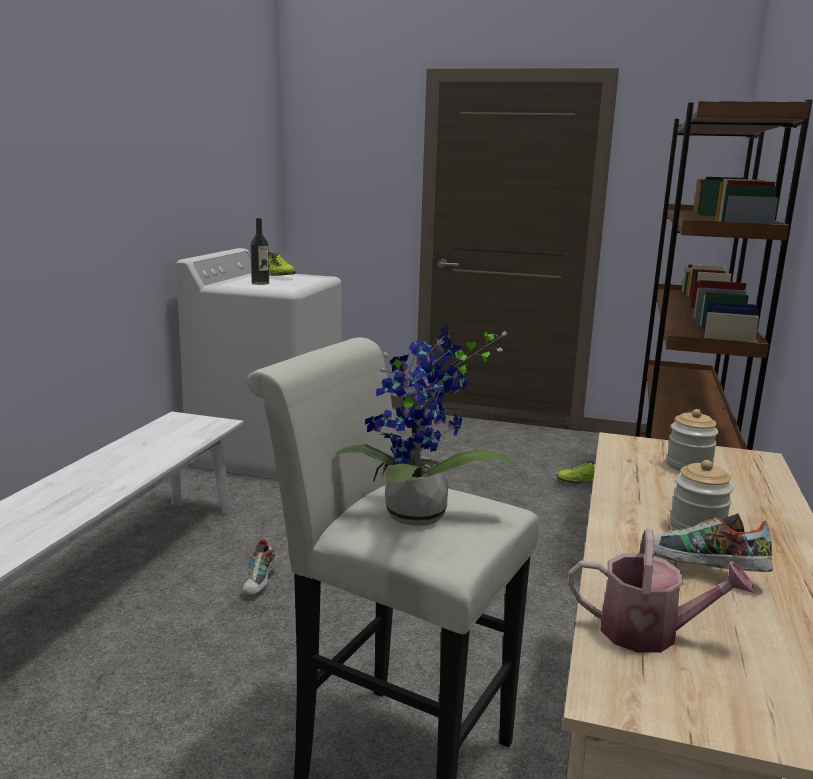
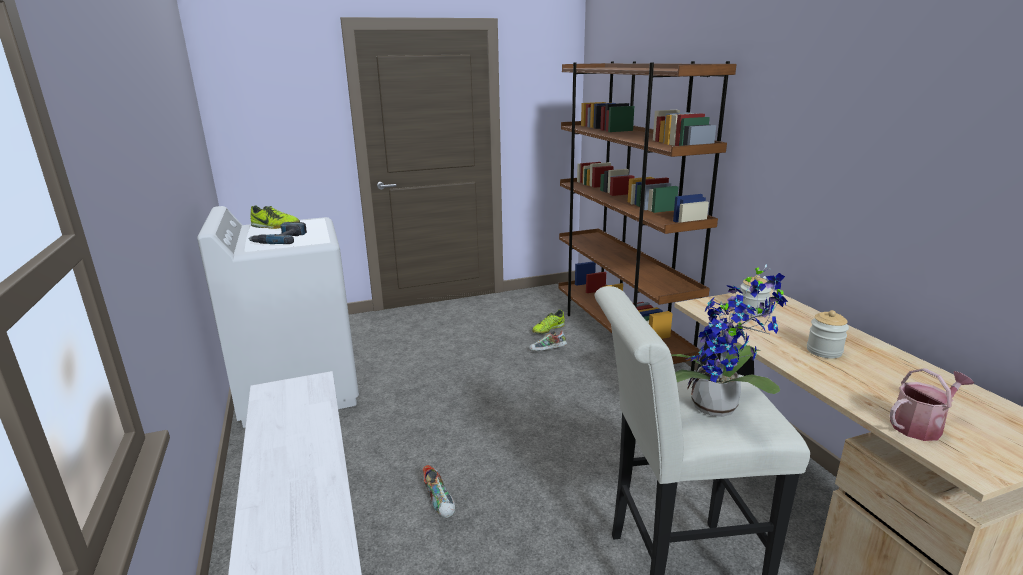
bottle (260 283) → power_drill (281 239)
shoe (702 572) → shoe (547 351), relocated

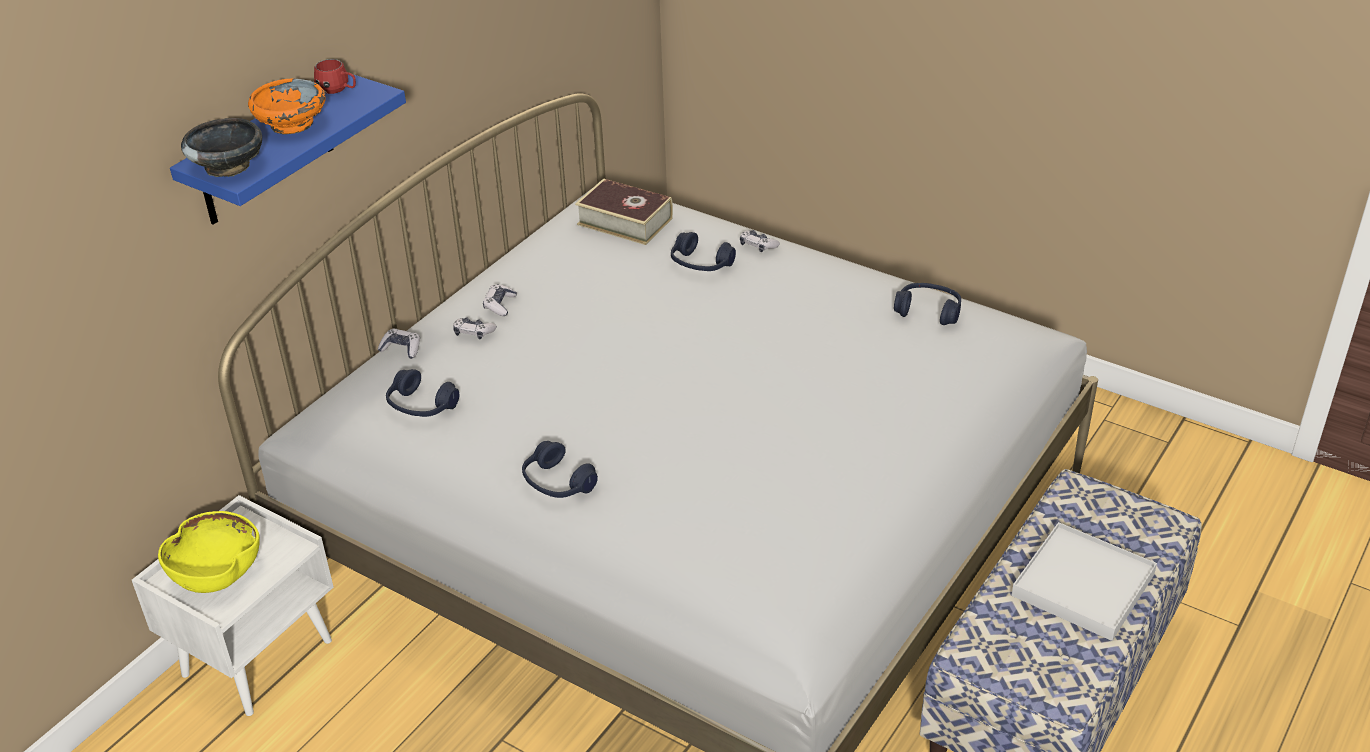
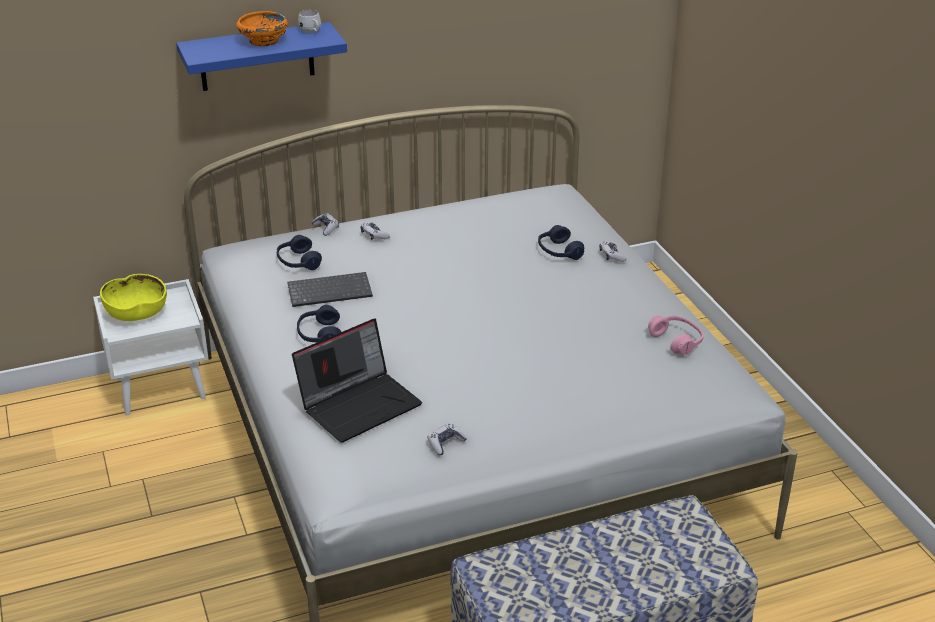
red_mug (338 91) → white_mug (312 32)
black_bowl (228 166) → -
book (625 221) → -
blue_headphones (928 311) → pink_headphones (676 341)
game_controller (500 305) → game_controller (445 443), relocated
white_tray (1083 585) → -
- → keyboard (330 290)
- → laptop (360 404)

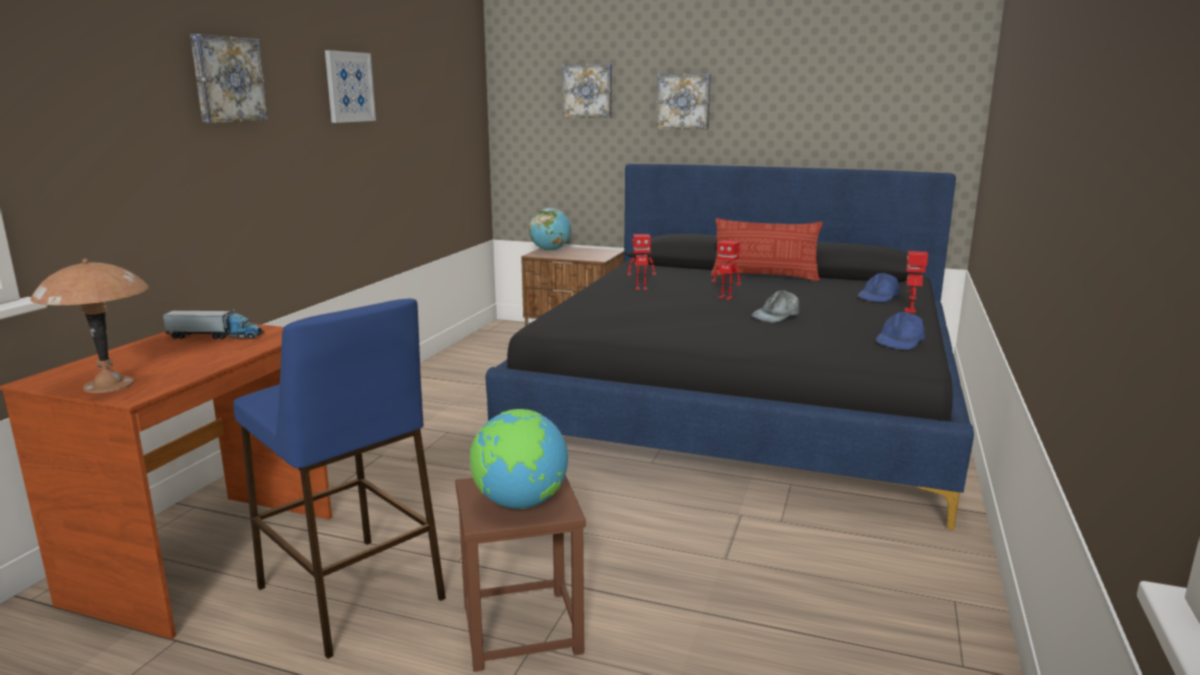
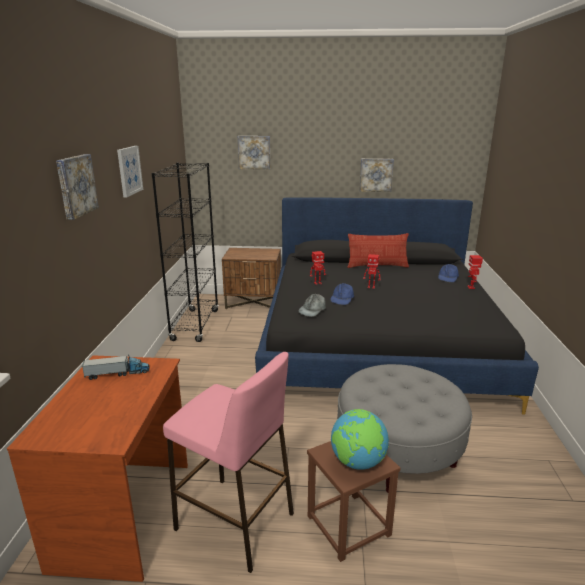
picture (684 101) → picture (376 175), relocated
globe (550 250) → -
brown_table_lamp (109 384) → -
grey_cap (776 315) → grey_cap (312 310), relocated
blue_stool (351 594) → pink_stool (235 522)
blue_cap (900 340) → blue_cap (342 298), relocated
- → black_bookcase (195 325)
- → grey_ottoman (398 452)

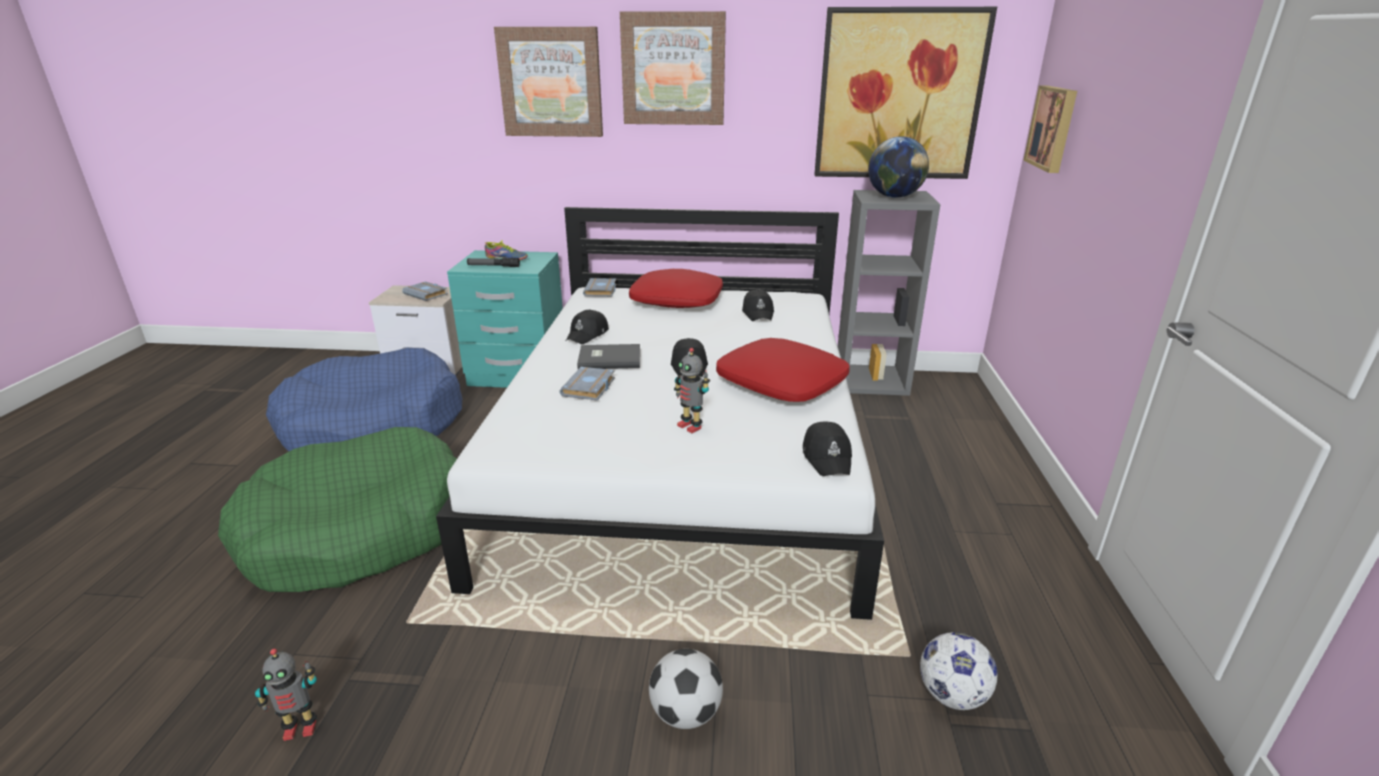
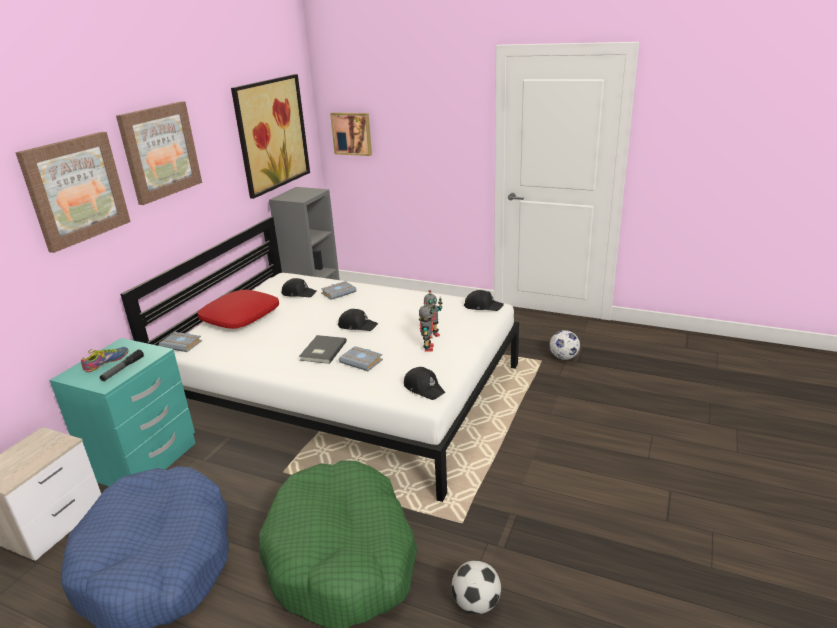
globe (894 197) → -
grey_book (427 294) → grey_book (338 292), relocated
black_cap (588 334) → black_cap (424 388), relocated
red_pillow (780 383) → -
toy_robot (300 728) → toy_robot (427 348), relocated
football (685 713) → football (476 603), relocated

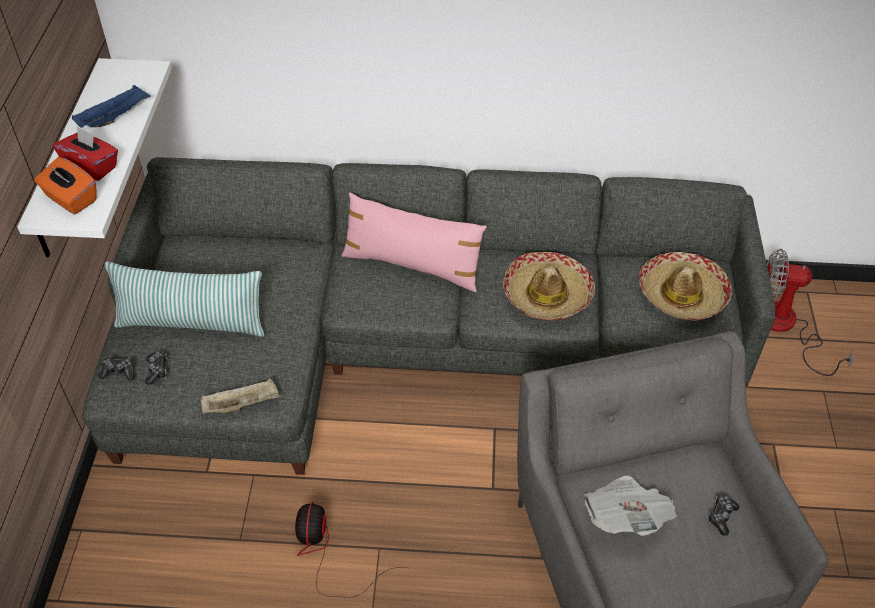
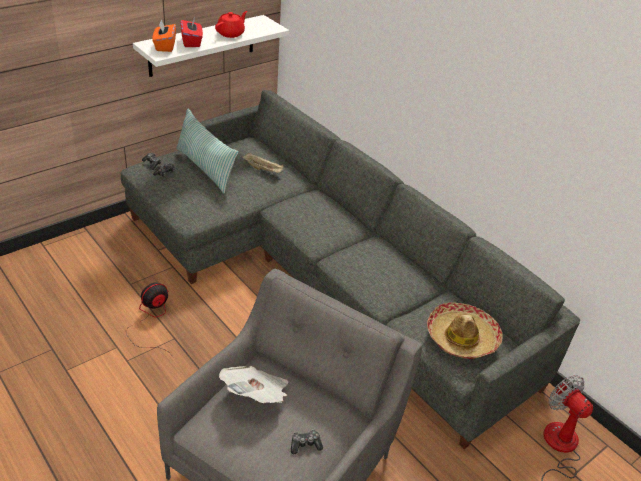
blue_tray (115 117) → red_teapot (231 33)
pink_pillow (412 265) → -
hat (547 294) → -
beige_tray (242 404) → beige_tray (263 169), relocated

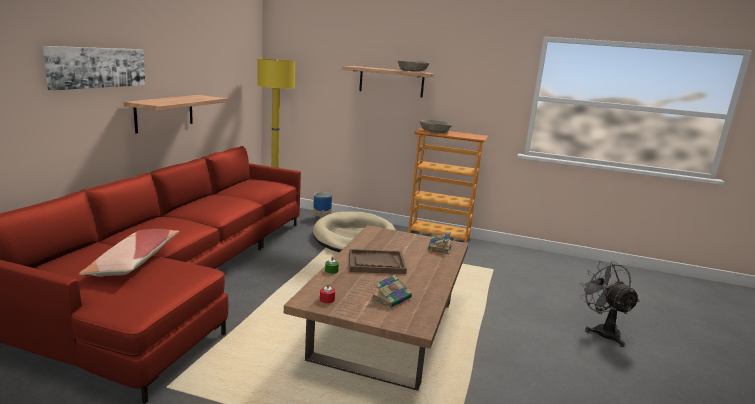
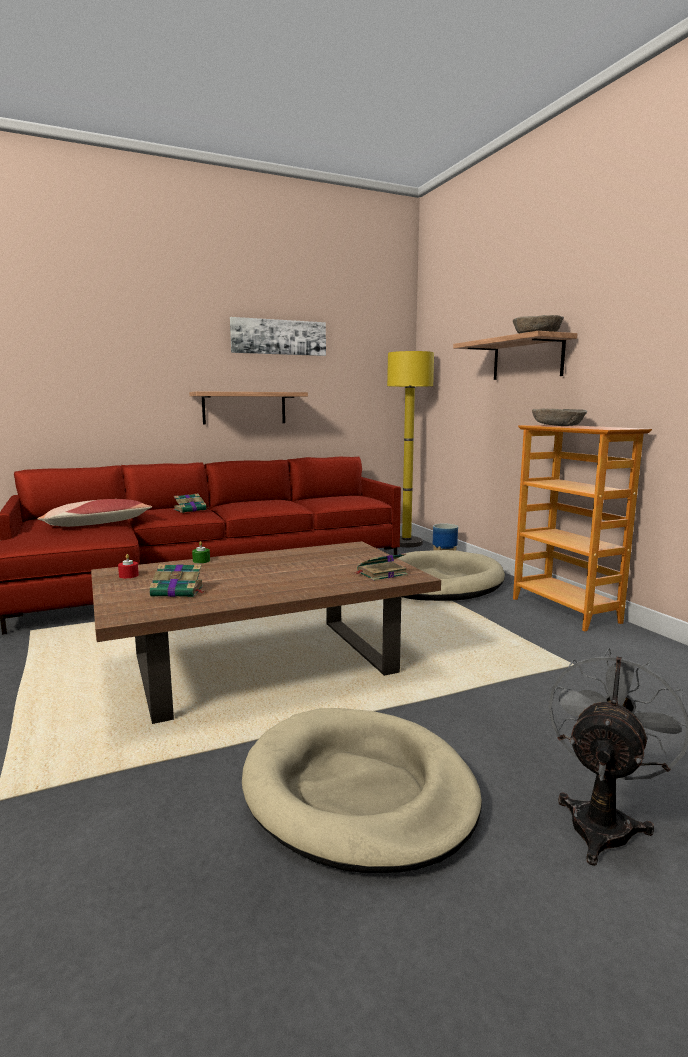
picture (97 67) → picture (278 337), relocated
brown_tray (376 263) → -
- → book (191 510)
- → beige_dog_bed (358 792)

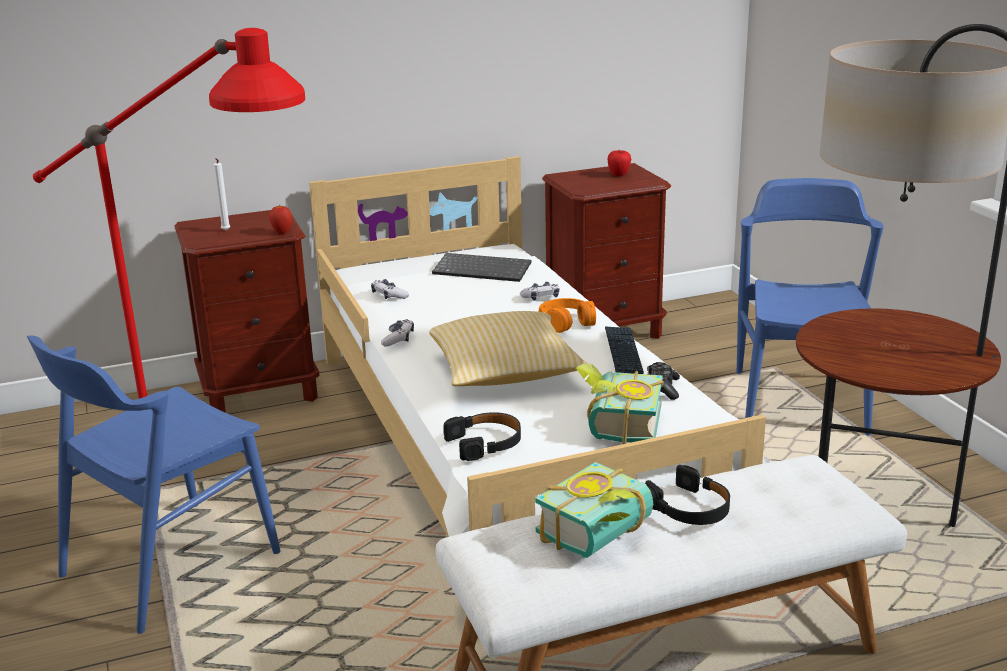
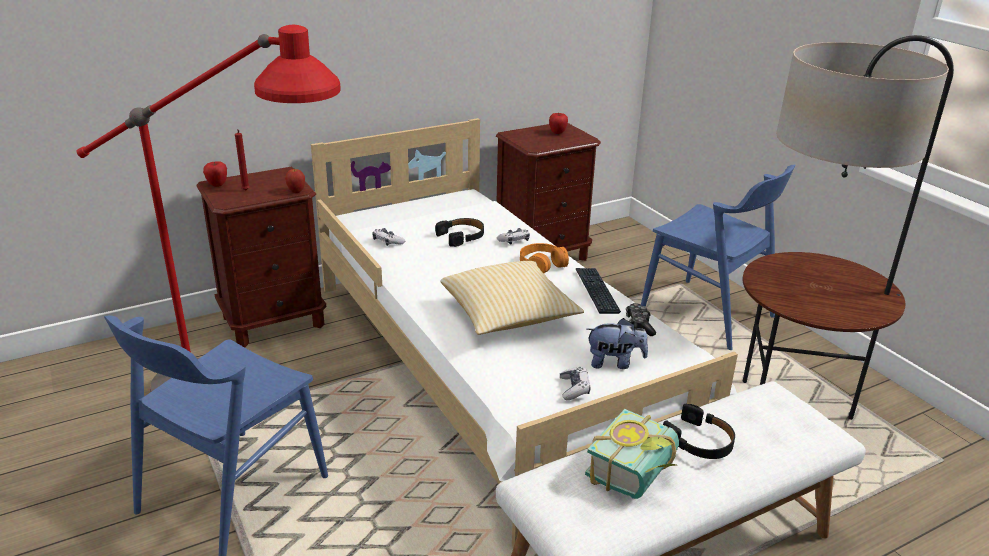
white_candle (225 231) → red_candle (245 191)
blue_chair (799 402) → blue_chair (707 314), 135 degrees clockwise
keyboard (483 269) → -
game_controller (398 339) → game_controller (574 388), relocated
book (616 425) → plush_toy (614 363)
black_headphones (485 443) → black_headphones (461 236), relocated
- → apple (217 185)

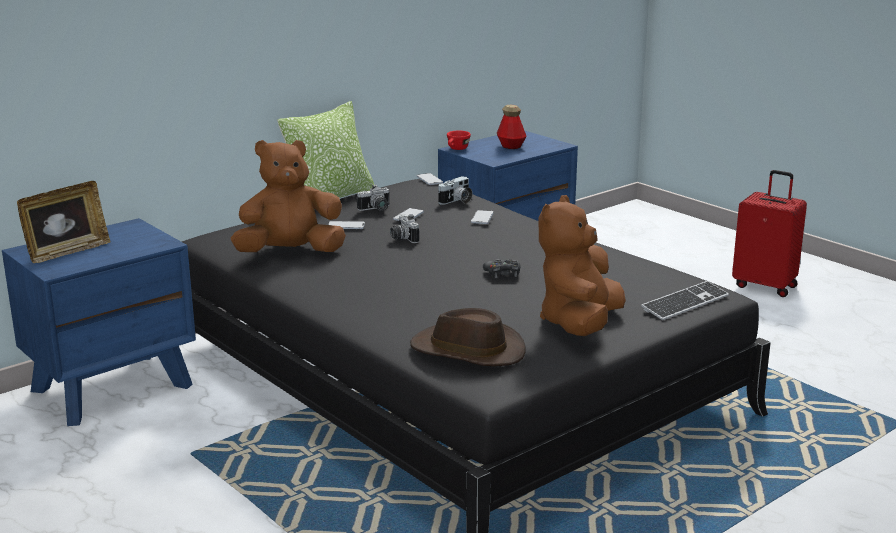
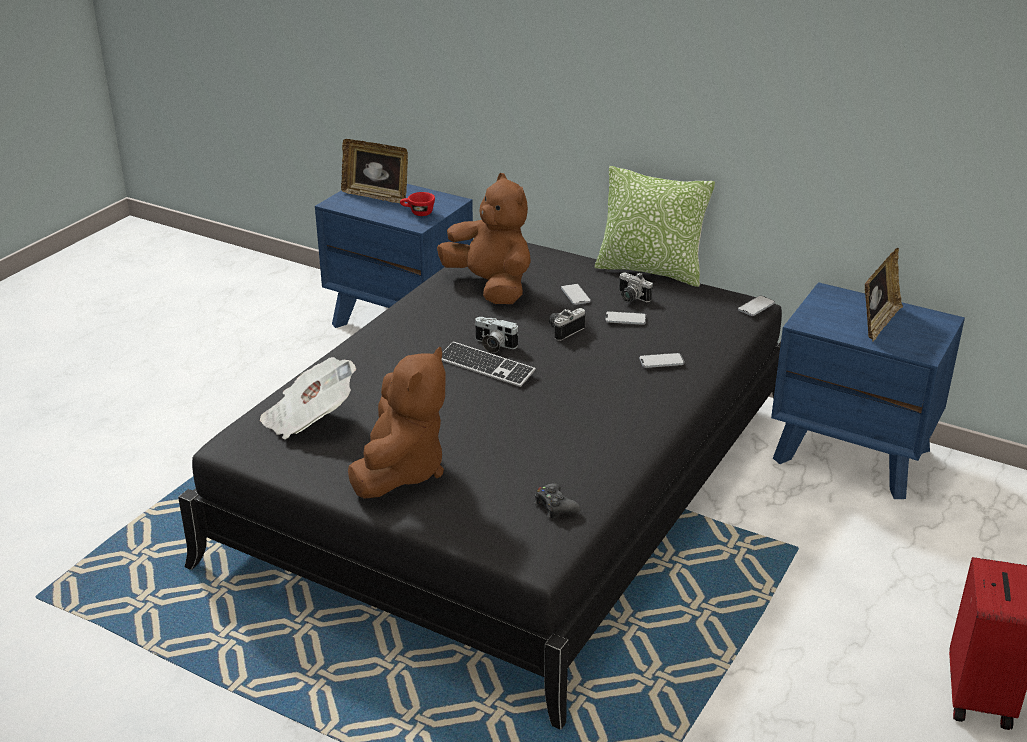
bottle (511 146) → picture_frame (877 323)
red_cup (457 149) → red_cup (417 213), relocated
photo_camera (457 201) → photo_camera (493 345), relocated
brown_plush_toy (579 324) → brown_plush_toy (401 470), 105 degrees clockwise
black_game_controller (503 273) → black_game_controller (555 506), relocated
keyboard (685 303) → keyboard (486 366), relocated
brown_hat (468 351) → newspaper (309 419)

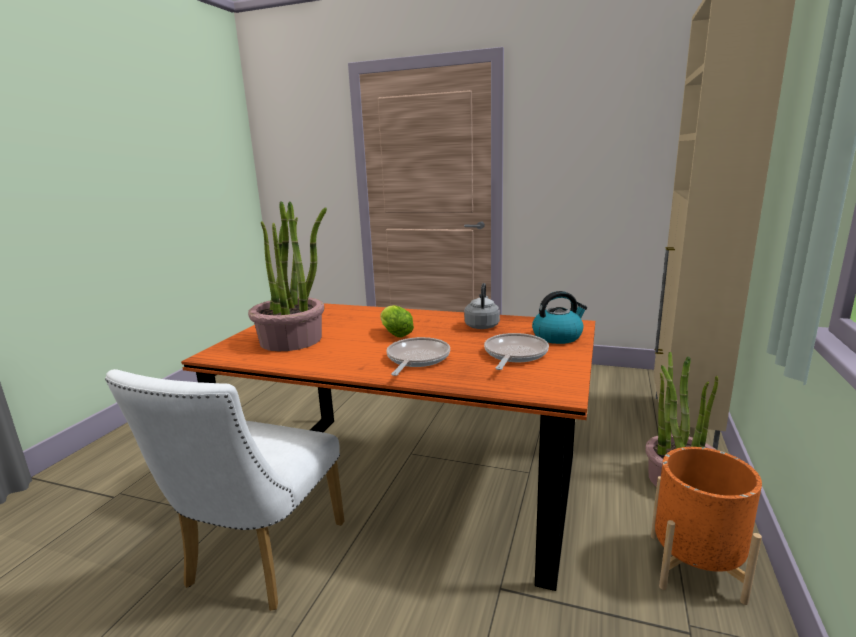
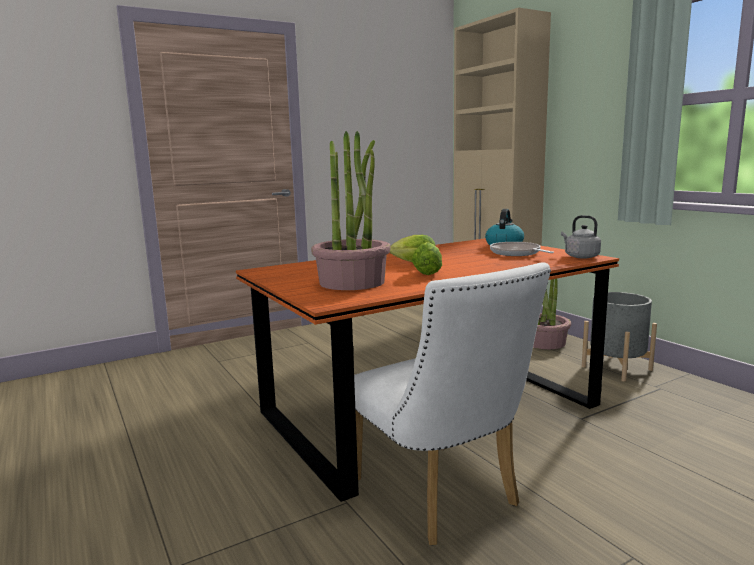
grey_kettle (482 325) → grey_kettle (580 256), relocated
frying_pan (416 359) → -
orange_planter (695 567) → grey_planter (616 368)
- → lettuce (427 272)

